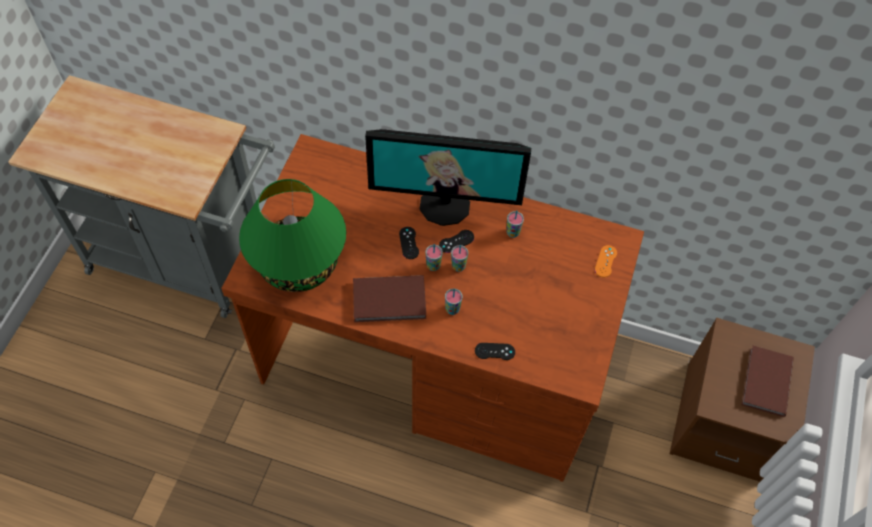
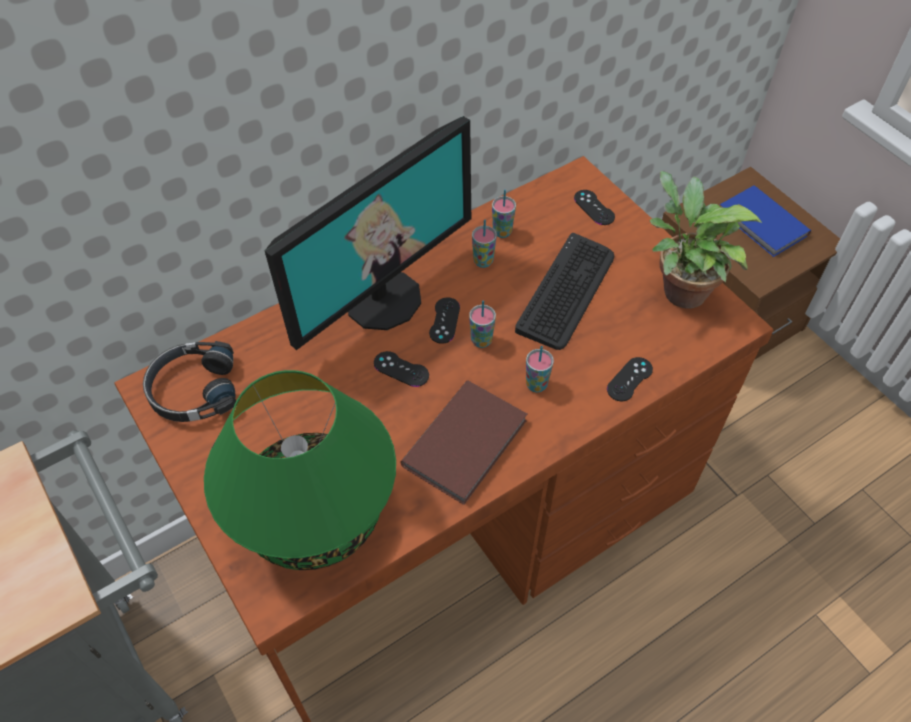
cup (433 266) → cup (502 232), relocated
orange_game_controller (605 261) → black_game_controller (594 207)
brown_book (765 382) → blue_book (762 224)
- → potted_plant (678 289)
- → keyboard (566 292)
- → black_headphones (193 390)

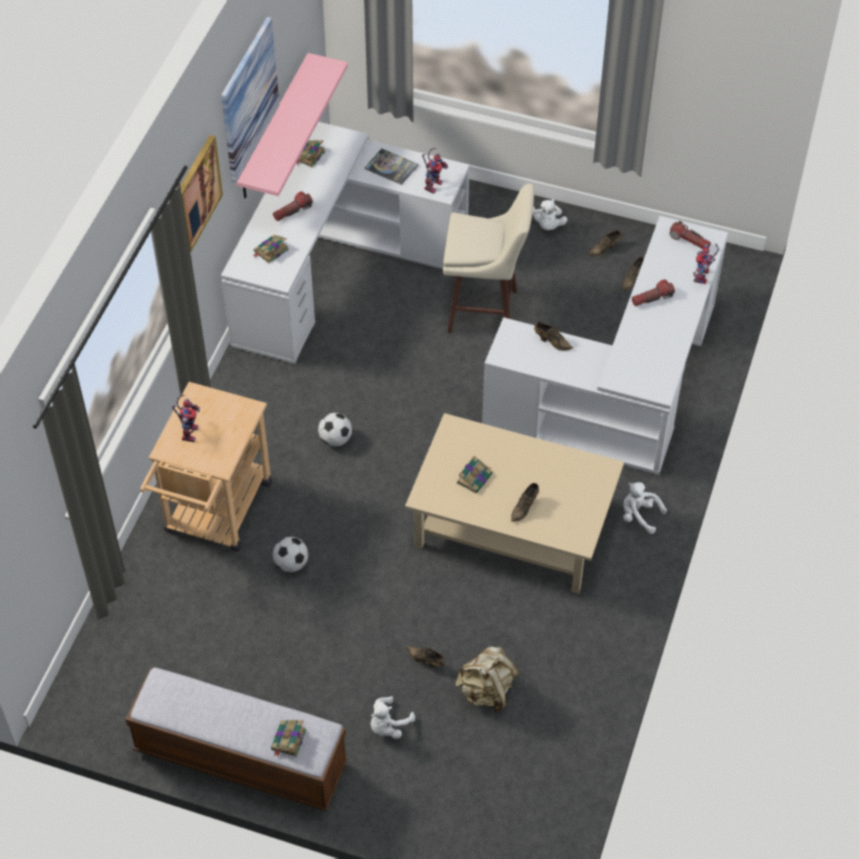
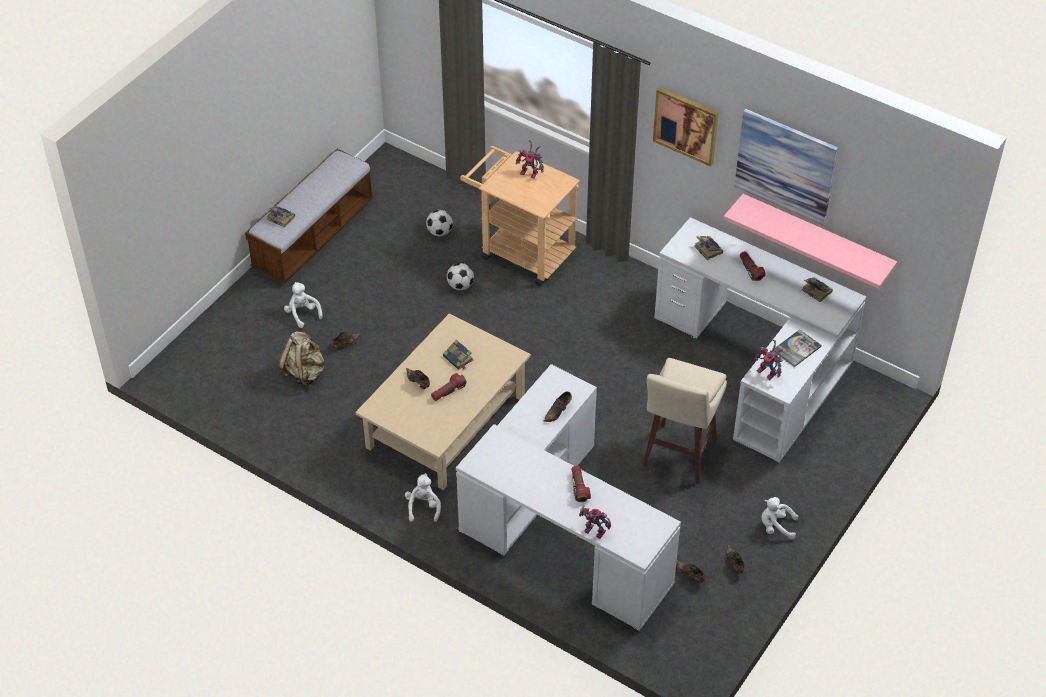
flashlight (689 241) → flashlight (448 391), relocated
football (335 439) → football (439 232), relocated
white_plush_toy (639 515) → white_plush_toy (423 507), 45 degrees counterclockwise

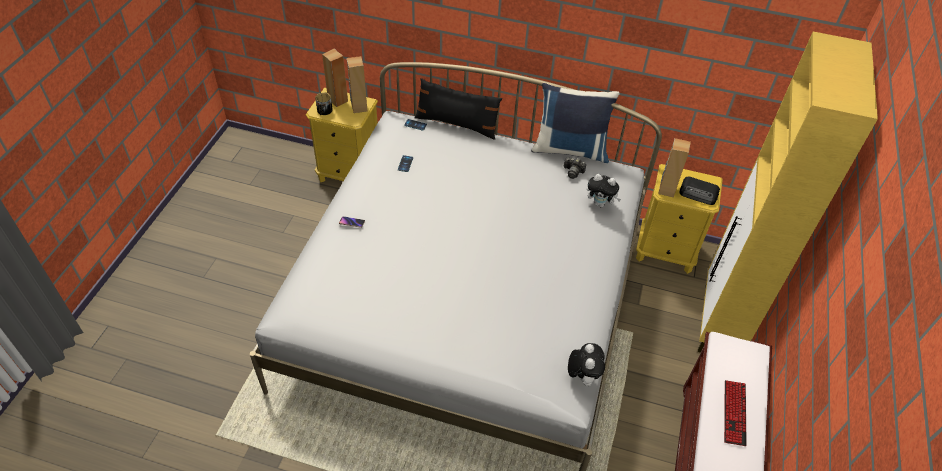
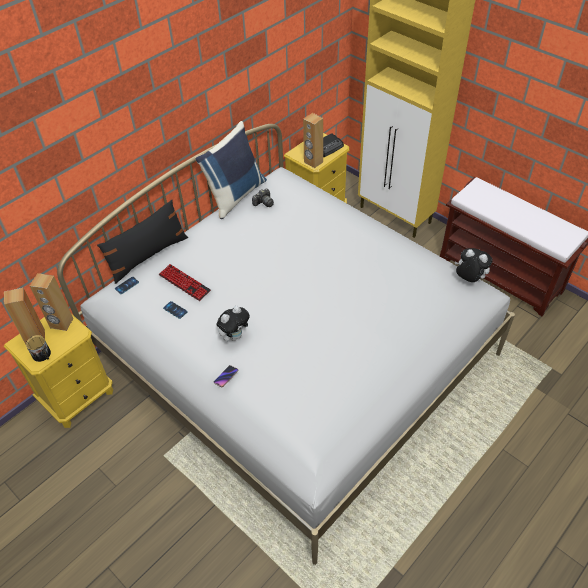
plush_toy (600 204) → plush_toy (235 336), relocated
keyboard (734 413) → keyboard (184 283), relocated

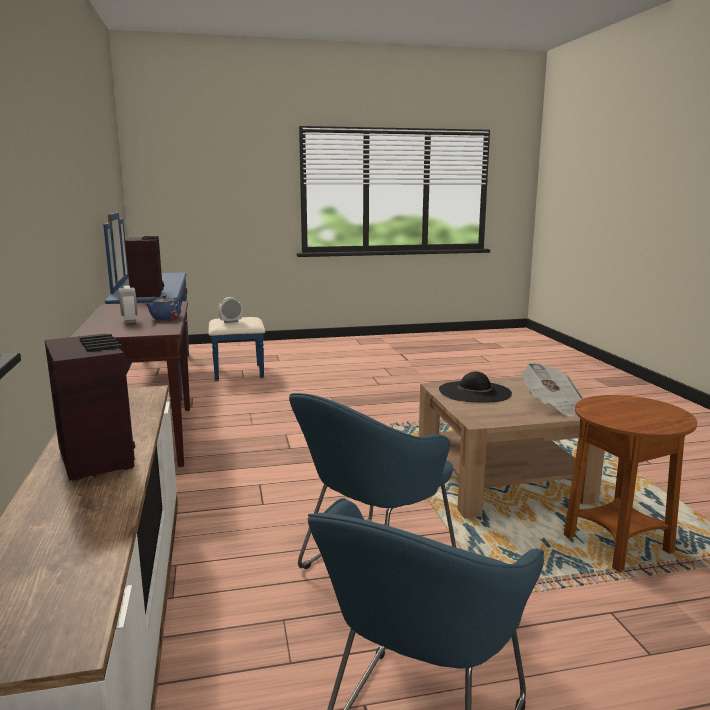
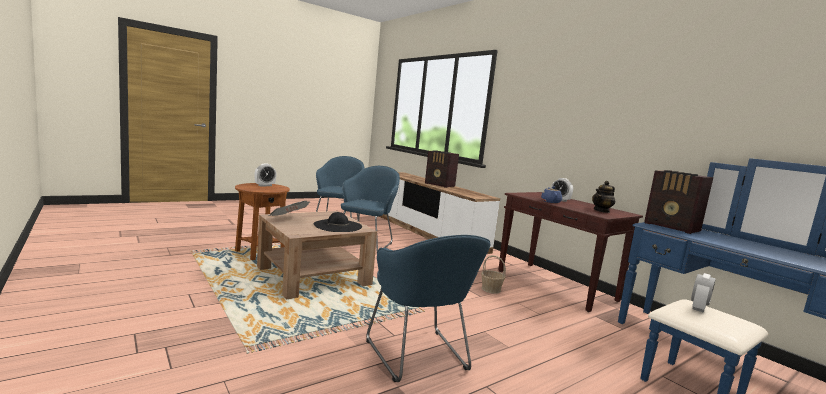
- → alarm_clock (265 185)
- → teapot (601 211)
- → blue_armchair (419 357)
- → basket (491 289)

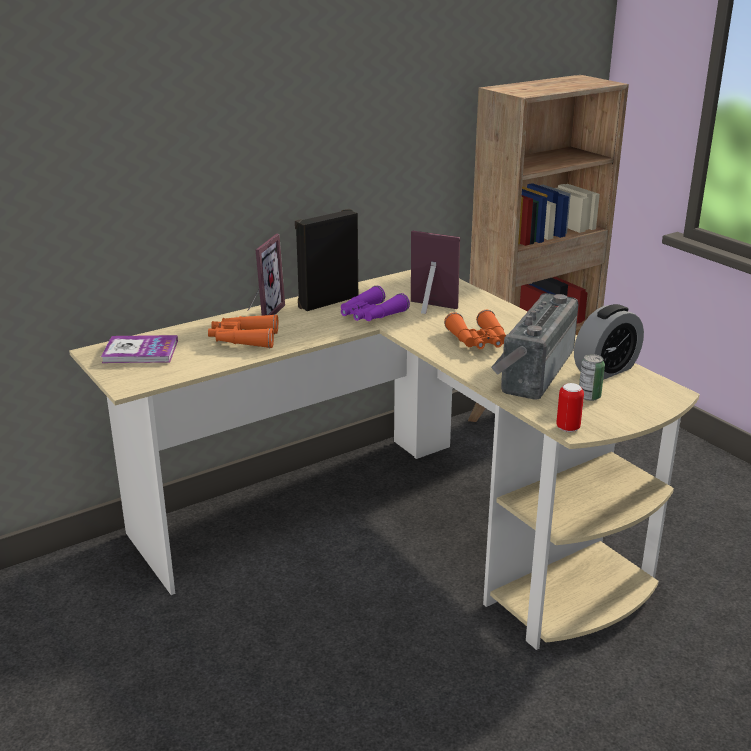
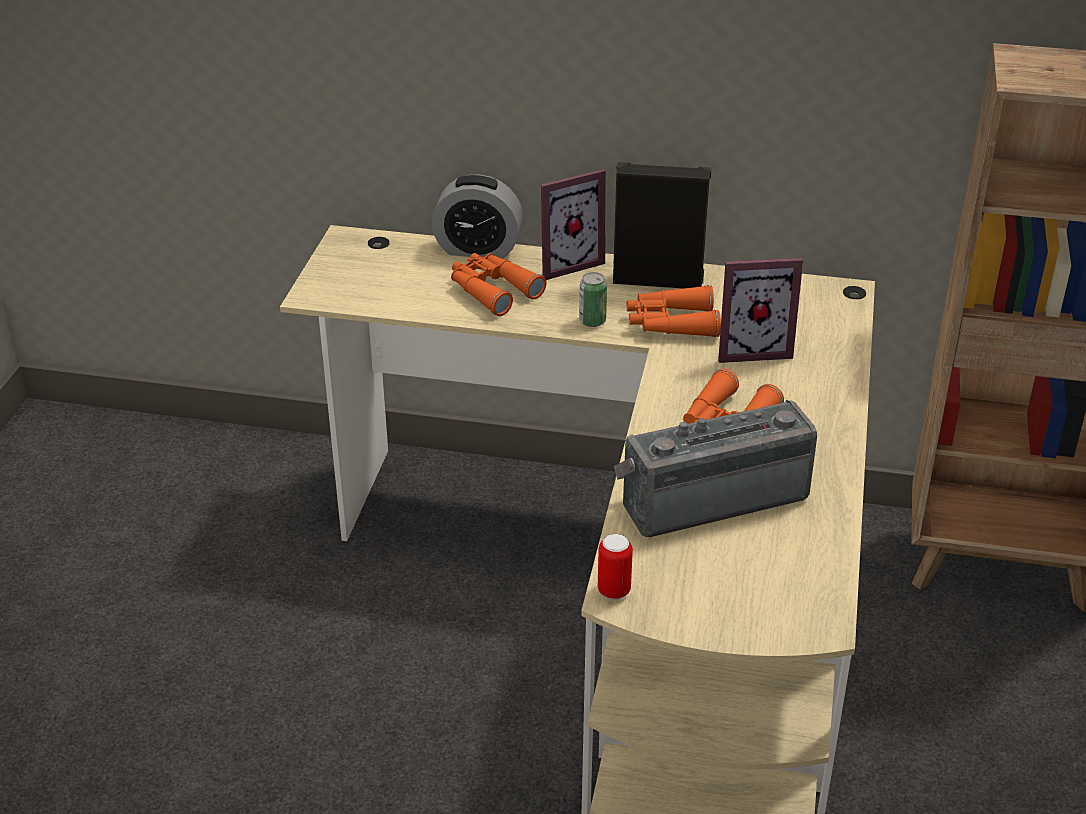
picture_frame (429 309) → picture_frame (751 348), 105 degrees clockwise
purple_binoculars (370 315) → orange_binoculars (671 323)
alarm_clock (606 370) → alarm_clock (478 249), relocated
book (140 351) → -
can (589 396) → can (592 321), relocated

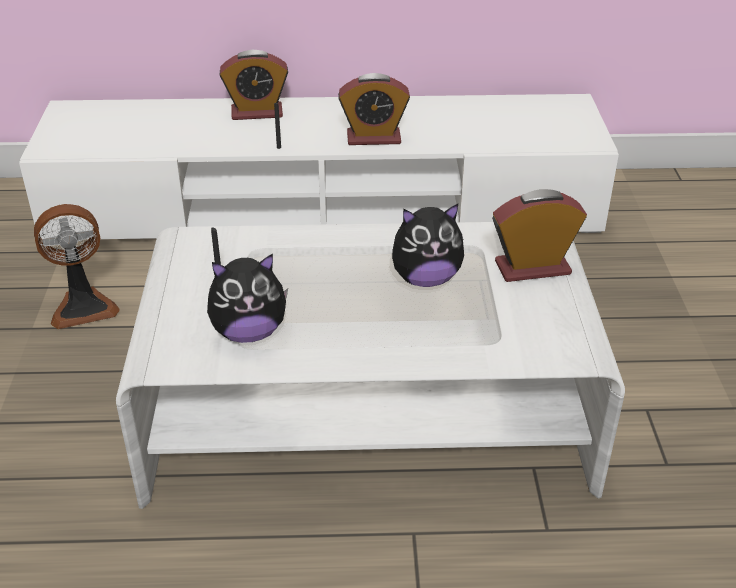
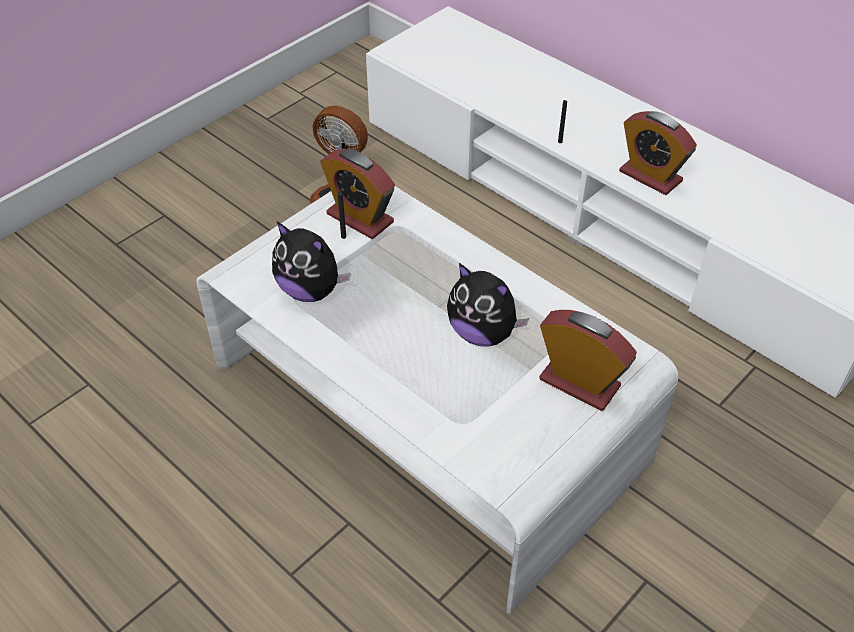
alarm_clock (257 112) → alarm_clock (360 218), relocated

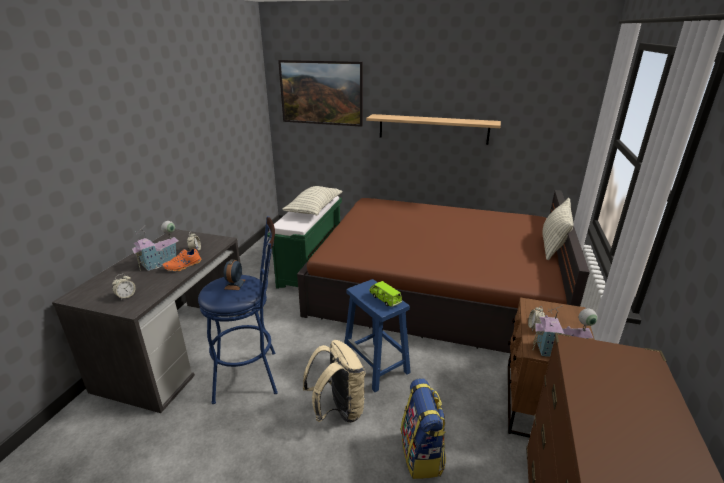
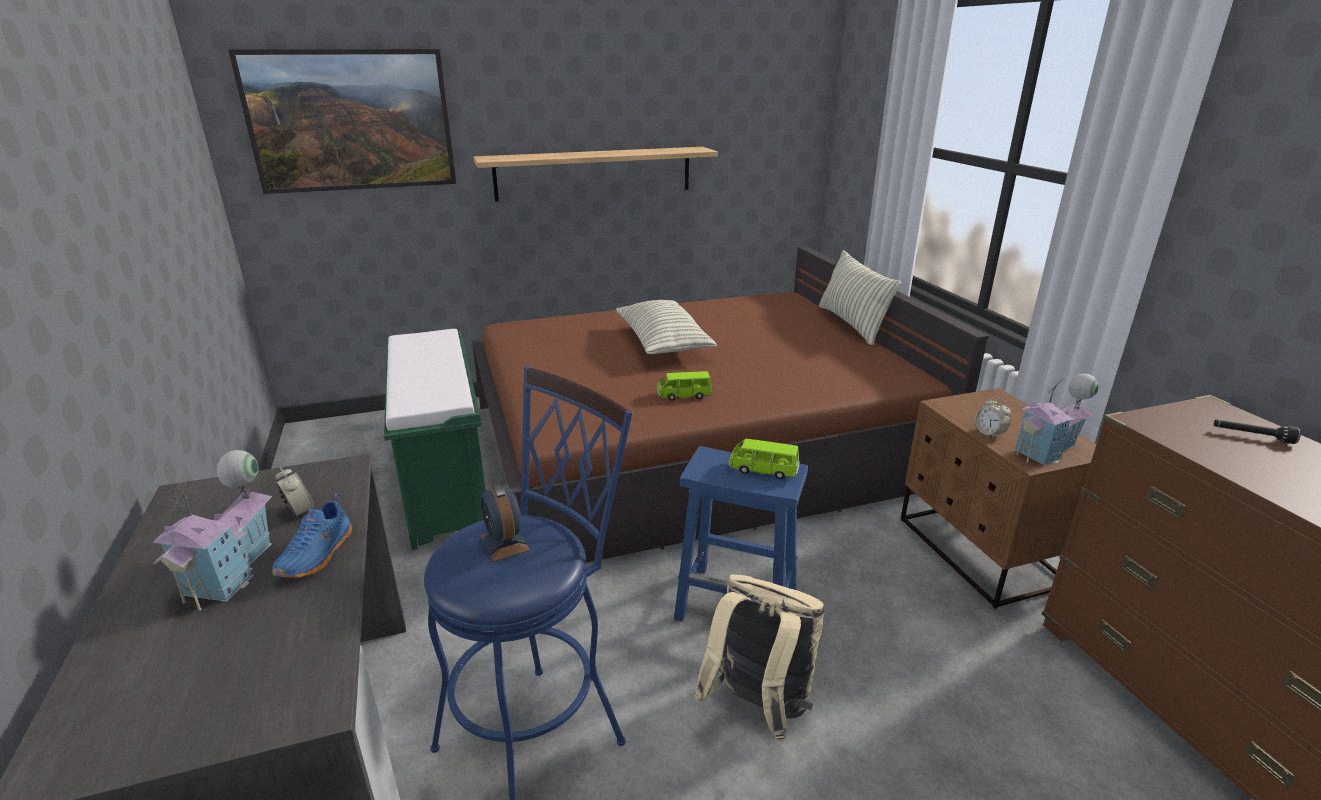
pillow (314 209) → pillow (663 343), relocated
orange_shoe (183 266) → blue_shoe (318 555)
alarm_clock (126 296) → -
backpack (422 454) → -
- → green_toy_car (684 395)
- → black_flashlight (1251 436)

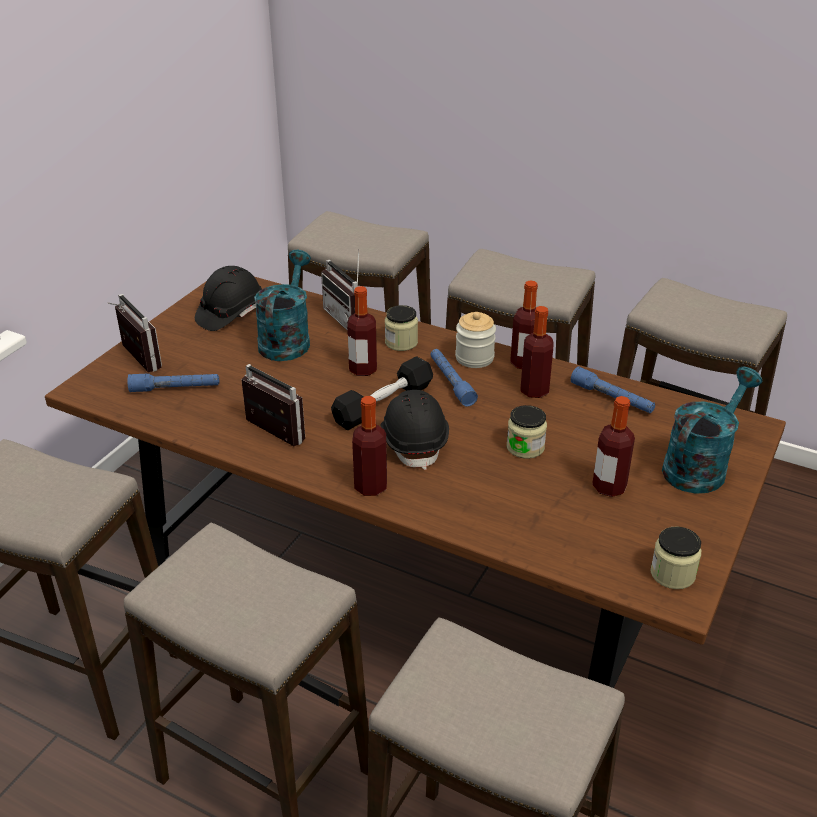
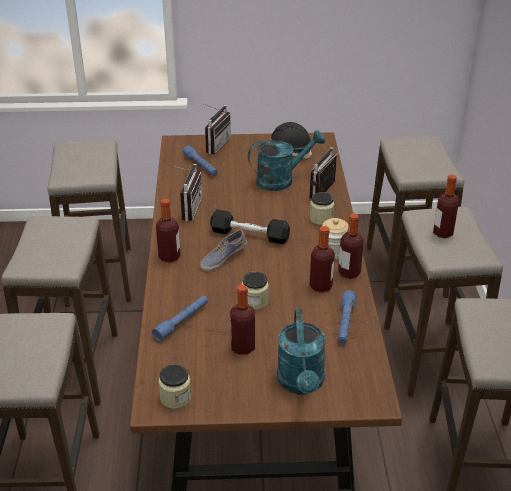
bottle (363 369) → bottle (443 233), relocated
blue_flashlight (451 382) → blue_flashlight (182 322), relocated
turquoise_watering_can (700 466) → turquoise_watering_can (302 384), 75 degrees clockwise
black_hard_hat (414 442) → shoe (223 258)

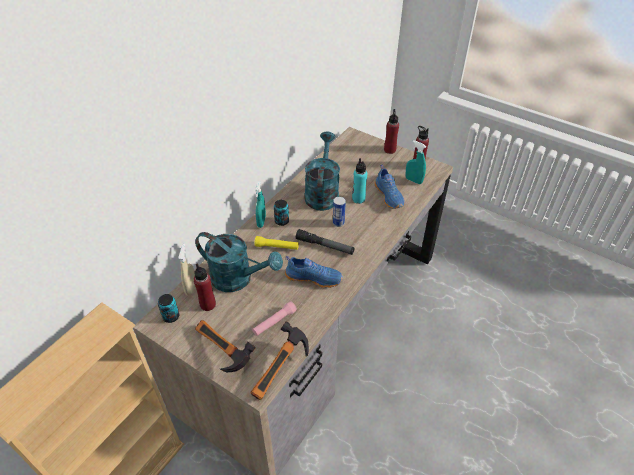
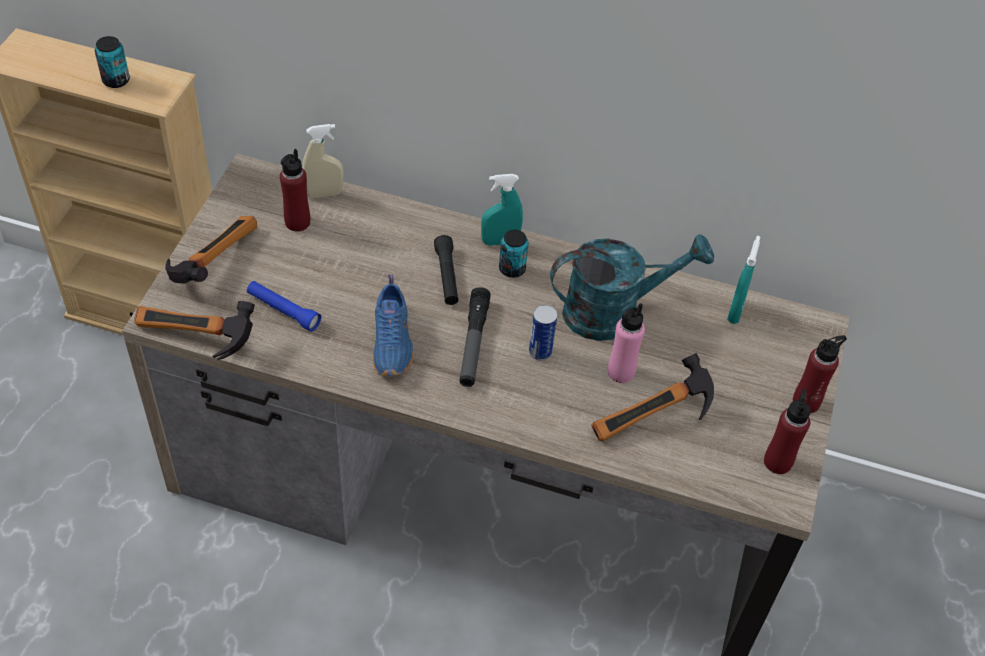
turquoise_spray_bottle (413 180) → turquoise_spray_bottle (735 311), relocated
turquoise_bottle (358 199) → pink_bottle (620 372)
blue_shoe (389 196) → hammer (653 423)
turquoise_watering_can (238 279) → -
yellow_flashlight (277 247) → black_flashlight (447 276)
can (171 316) → can (116 80), relocated
pink_flashlight (274 322) → blue_flashlight (283 311)

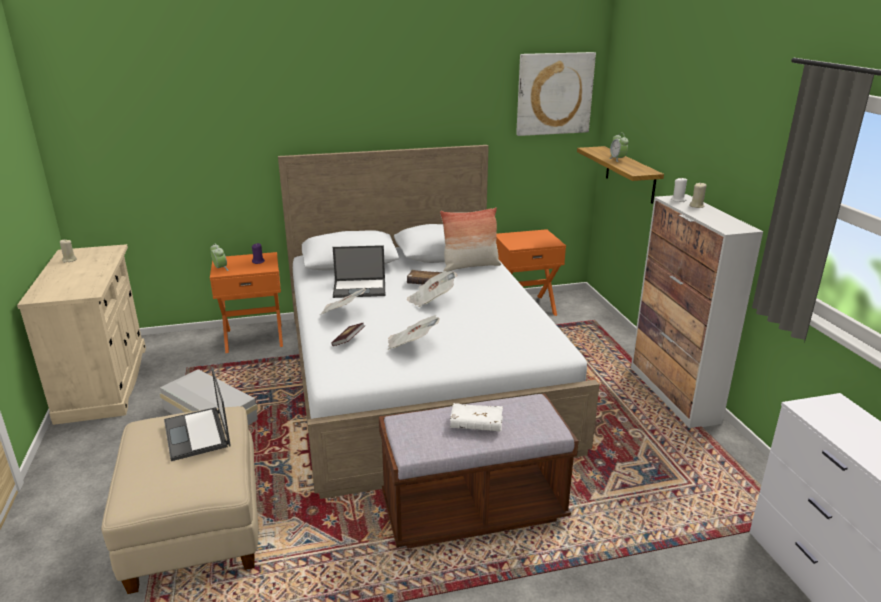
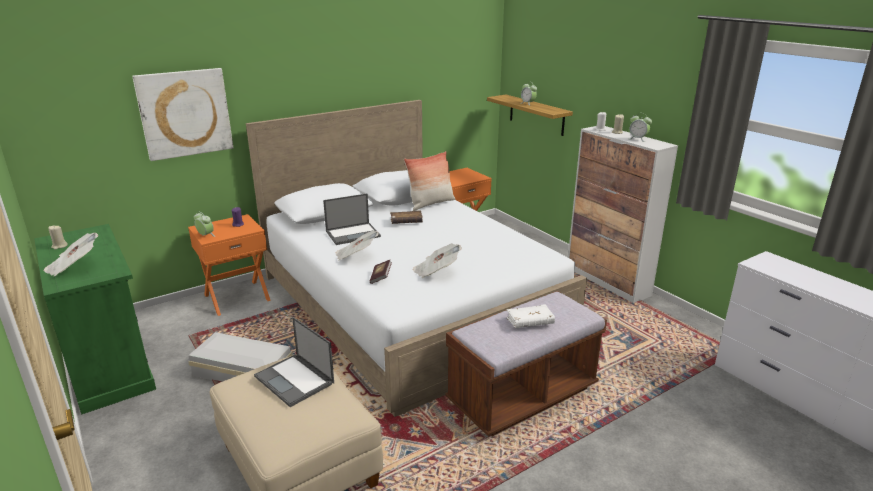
picture (554 94) → picture (185 113), relocated
beige_cabinet (104 383) → green_cabinet (109 365)
newspaper (431 300) → newspaper (74 267), relocated
- → alarm_clock (638 139)

